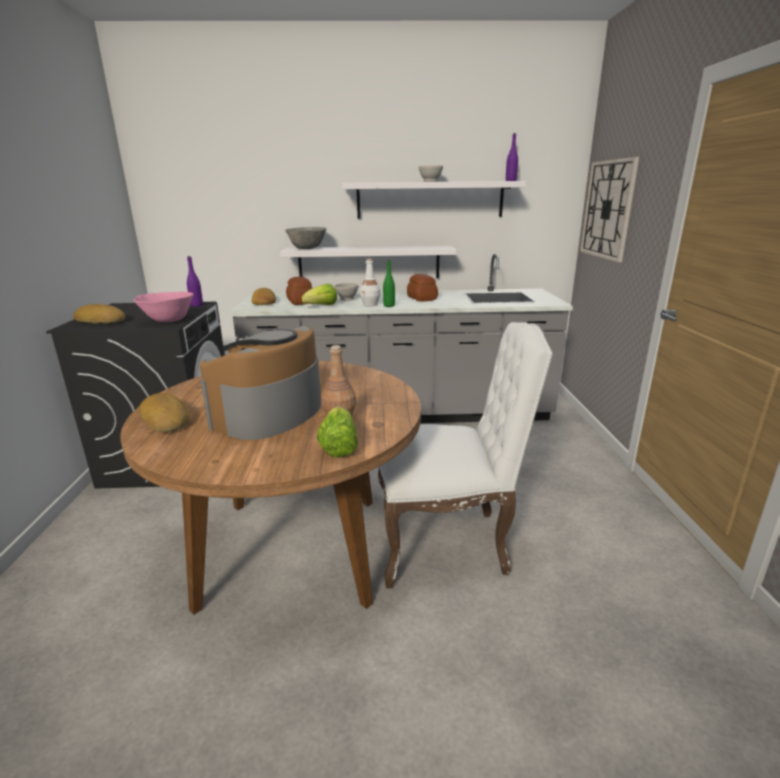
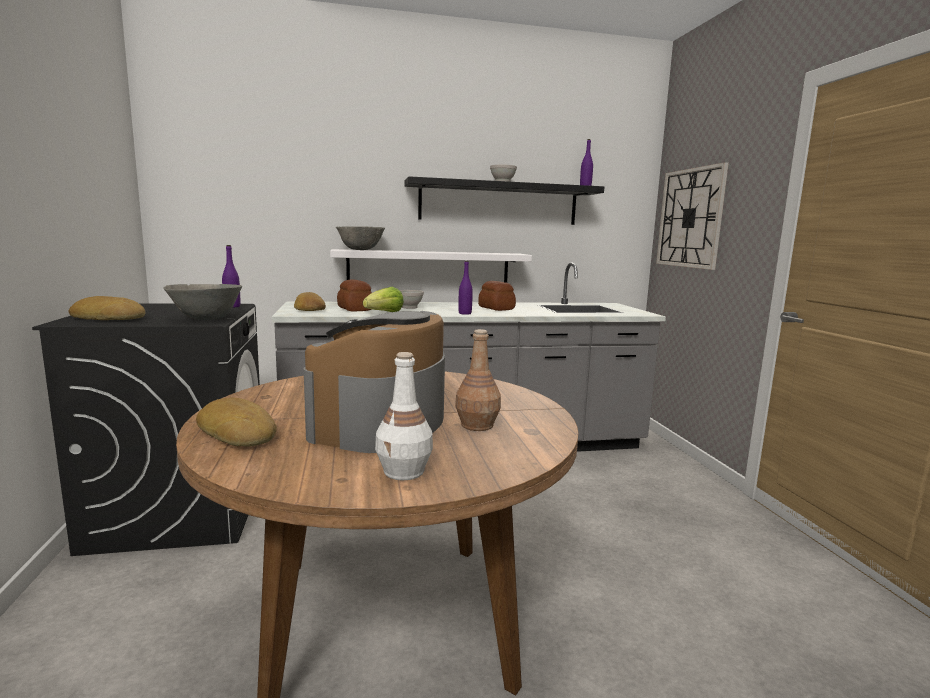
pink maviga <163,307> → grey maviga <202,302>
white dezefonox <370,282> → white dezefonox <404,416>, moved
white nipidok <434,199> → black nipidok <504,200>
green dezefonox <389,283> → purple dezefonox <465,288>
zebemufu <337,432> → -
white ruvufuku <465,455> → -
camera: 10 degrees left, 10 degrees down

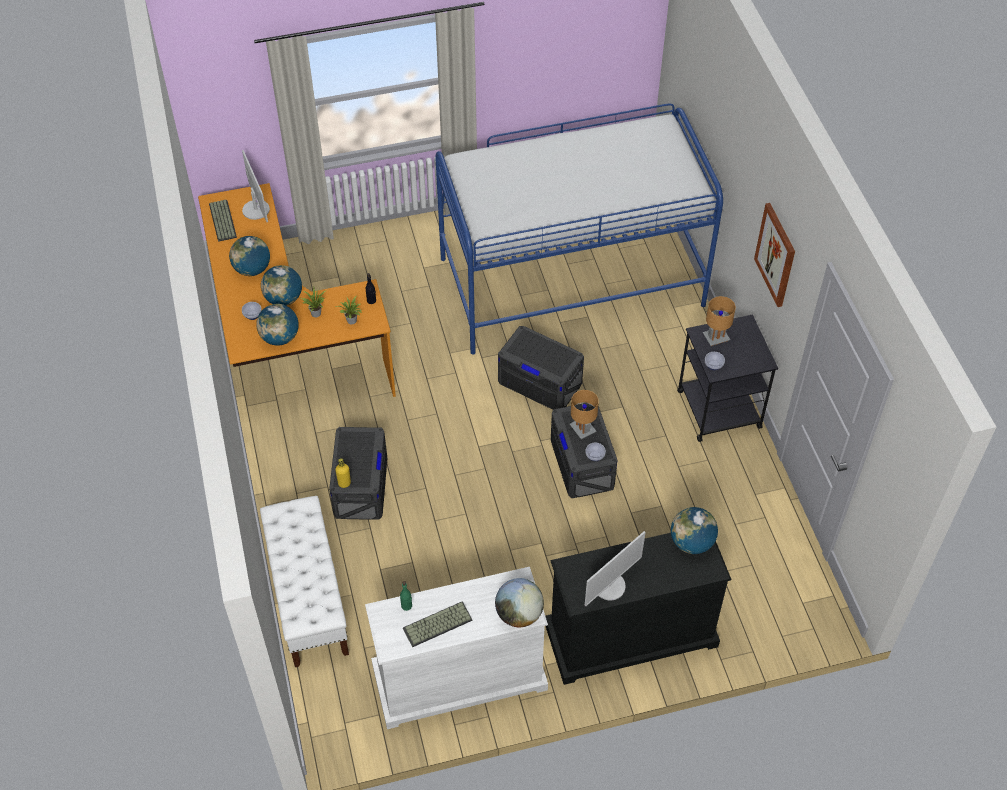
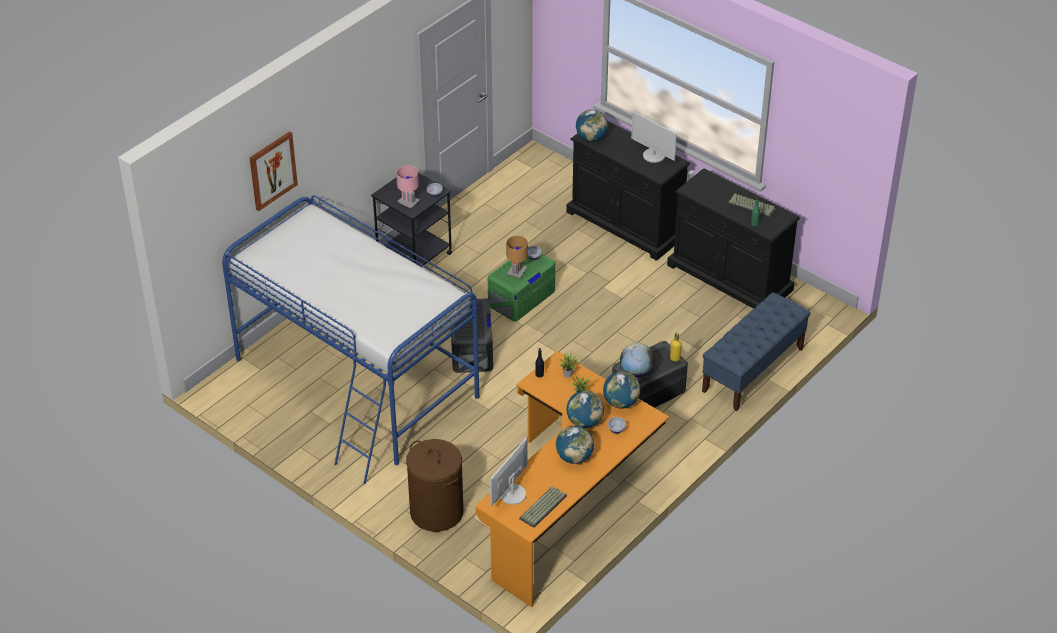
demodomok <774,255> → demodomok <273,171>, moved
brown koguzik <719,321> → pink koguzik <408,186>
- → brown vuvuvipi <434,485>
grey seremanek <584,450> → green seremanek <521,288>
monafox <519,602> → monafox <637,360>, moved
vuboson <615,568> → vuboson <654,137>, 150 degrees counterclockwise
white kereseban <456,648> → black kereseban <733,239>
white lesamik <304,581> → blue lesamik <756,351>
camera: 125 degrees left, 10 degrees down

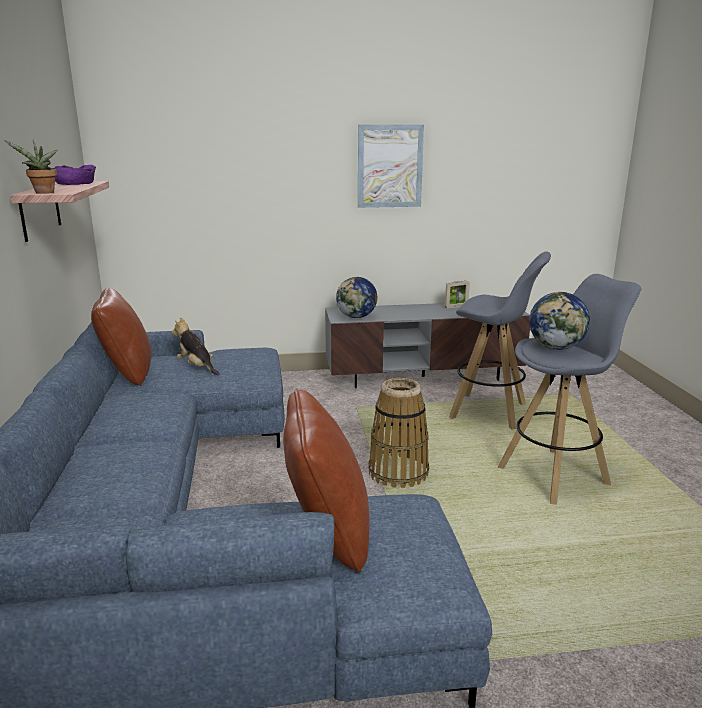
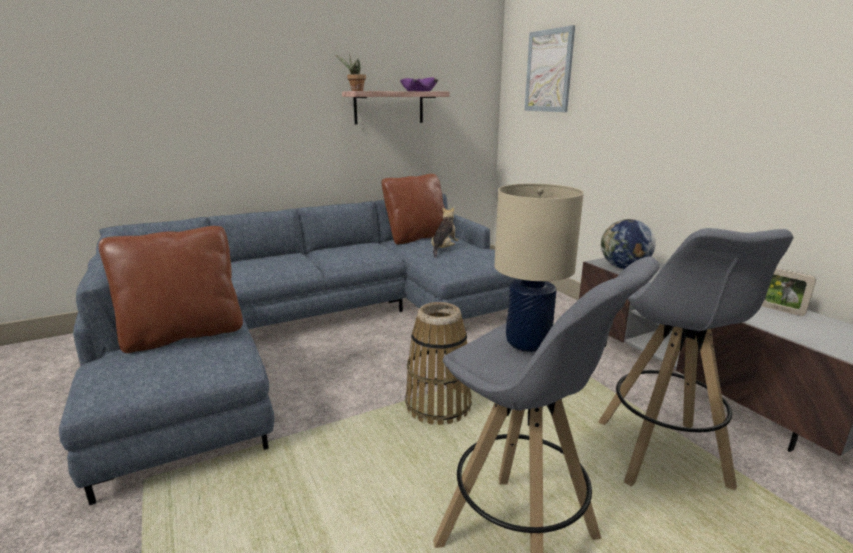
monafox <559,321> → beige koguzik <539,268>
demodomok <391,166> → demodomok <549,68>, moved
camera: 70 degrees right, 0 degrees up

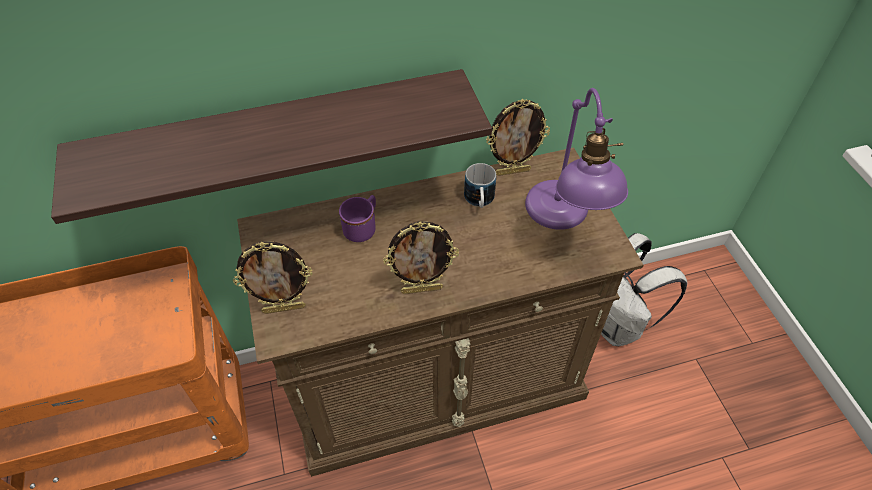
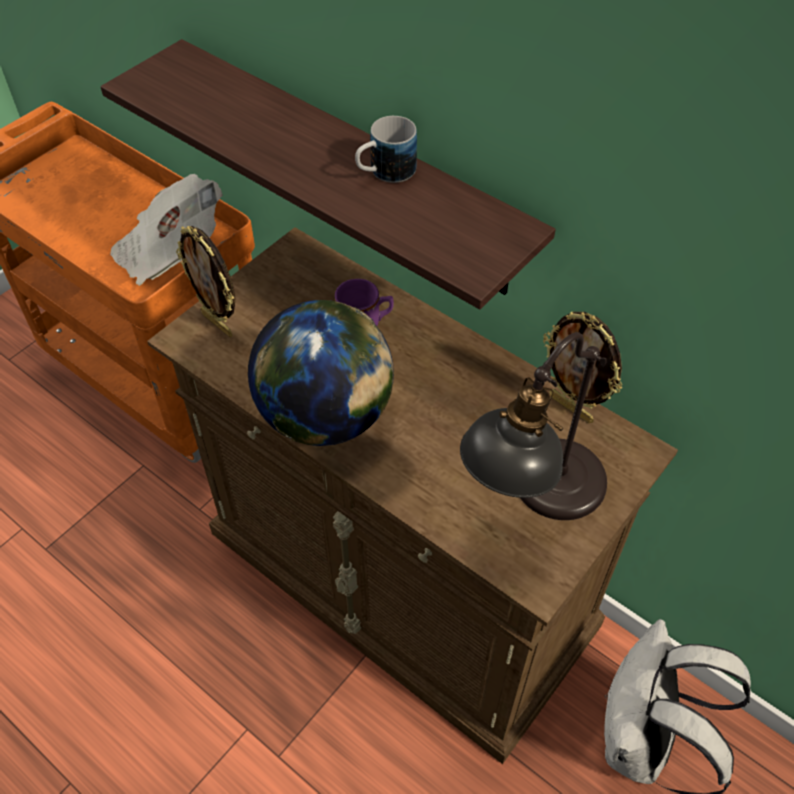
- → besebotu <166,230>
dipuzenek <421,257> → monafox <321,373>
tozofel <480,185> → tozofel <386,149>, moved
purple koguzik <576,159> → grey koguzik <533,426>
camera: 55 degrees right, 0 degrees up

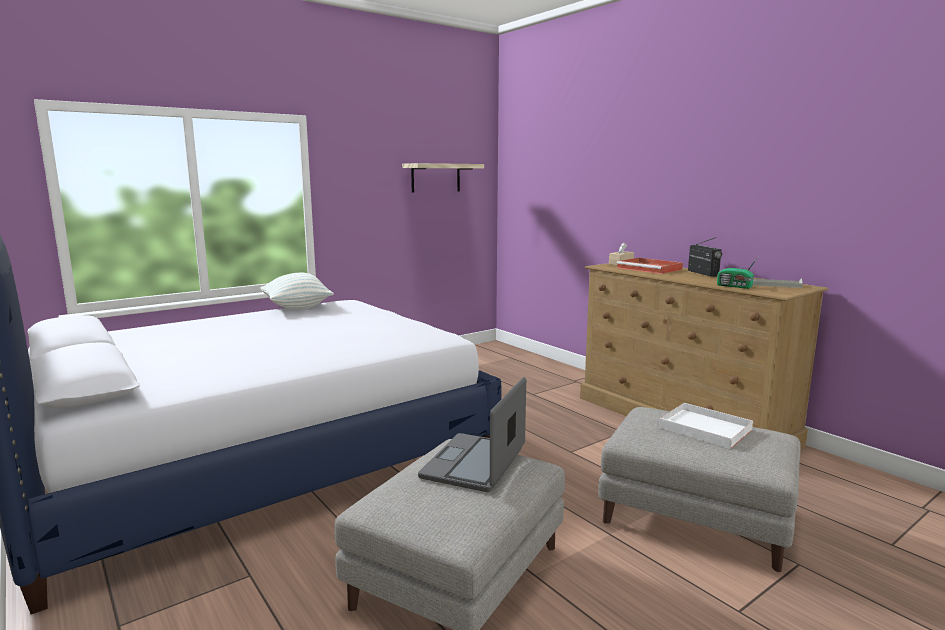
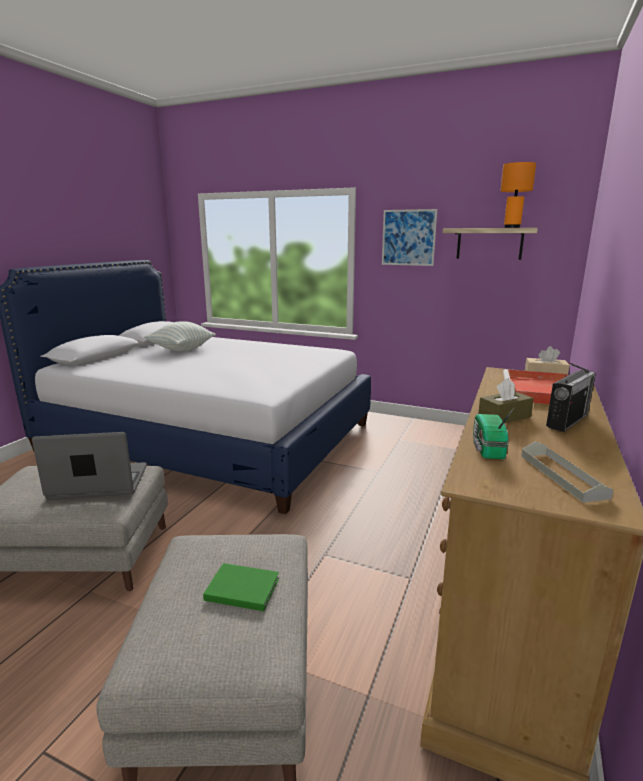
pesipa <297,291> → pesipa <180,336>, moved
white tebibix <706,426> → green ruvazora <241,587>
- → demodomok <409,237>
- → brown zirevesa <506,400>
- → orange koguzik <518,195>
camera: 60 degrees right, 5 degrees up

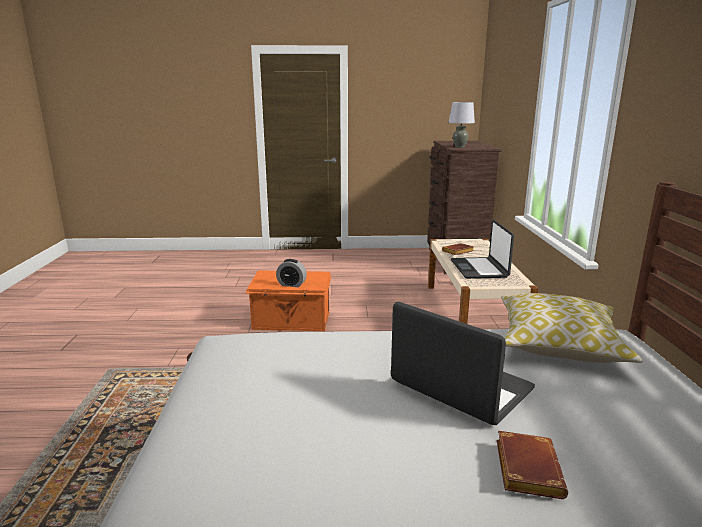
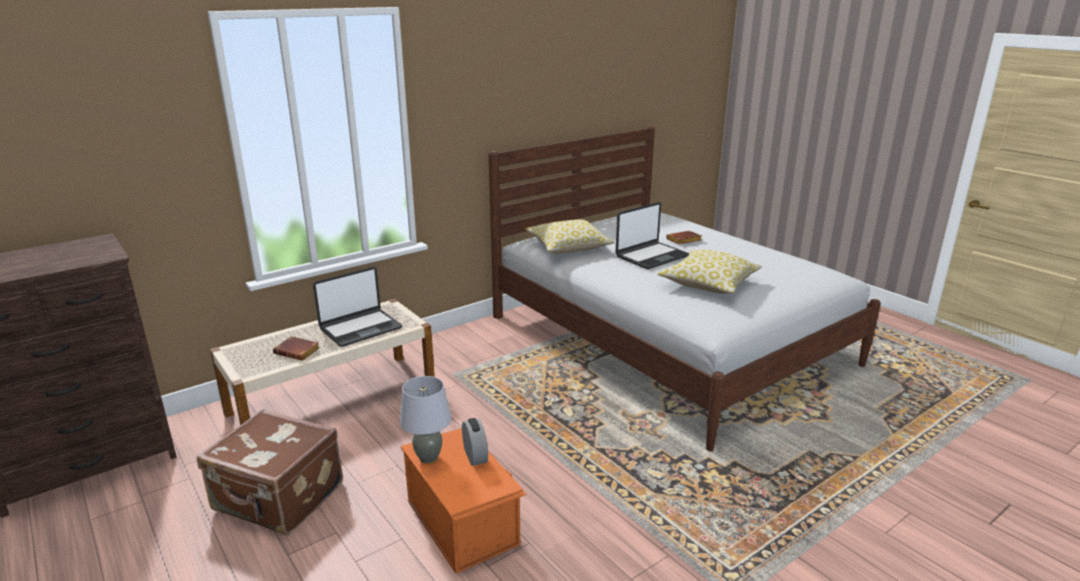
- → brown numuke <270,472>
grey koguzik <461,124> → grey koguzik <425,419>, moved
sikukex <463,363> → sikukex <652,235>, 135 degrees counterclockwise
- → pesipa <709,272>
camera: 125 degrees left, 5 degrees up

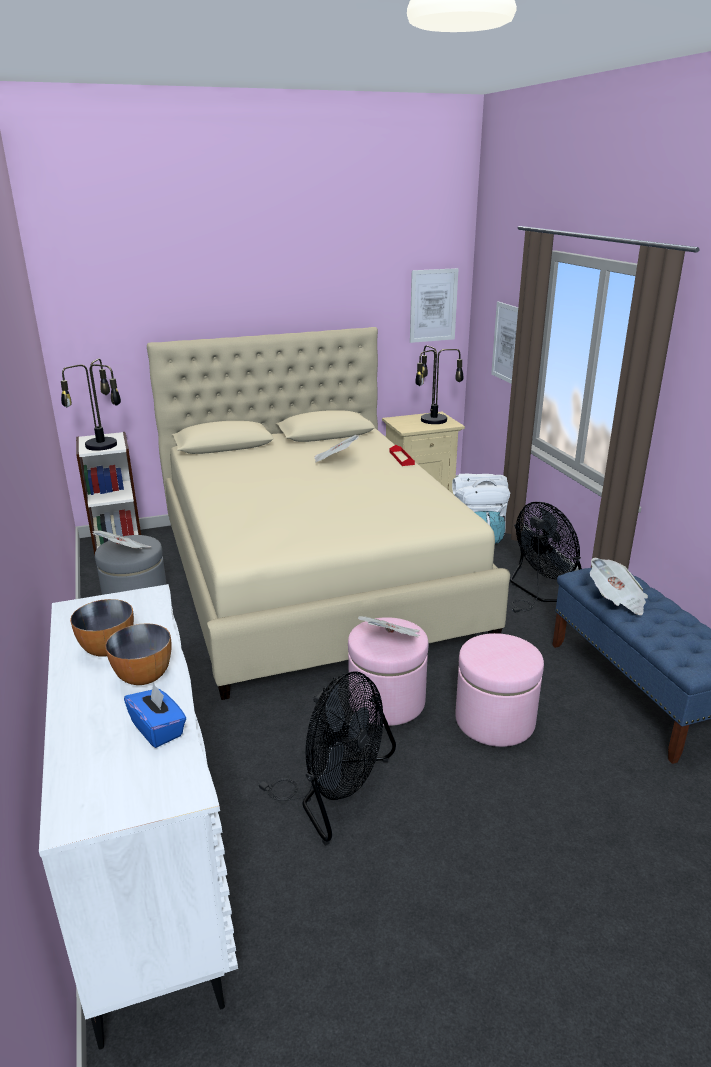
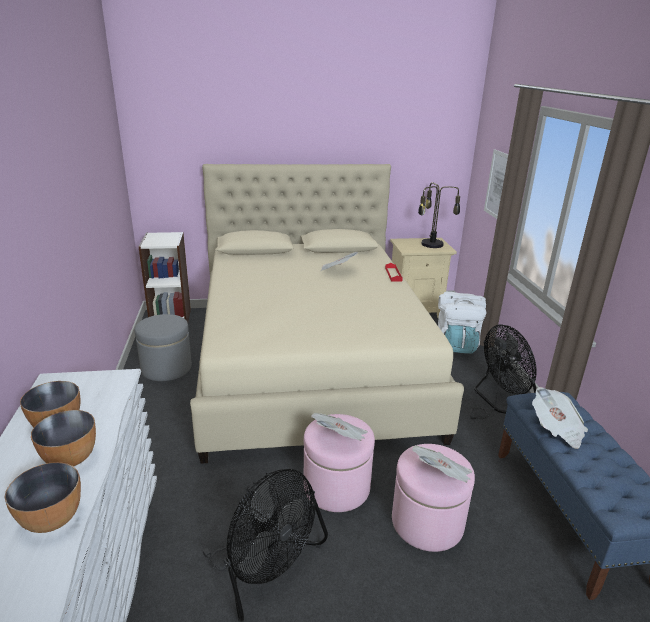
blue zirevesa <155,715> → maviga <42,497>
besebotu <121,539> → besebotu <442,464>, moved
koguzik <91,404> → -
demodomok <434,305> → -
camera: 10 degrees right, 0 degrees up

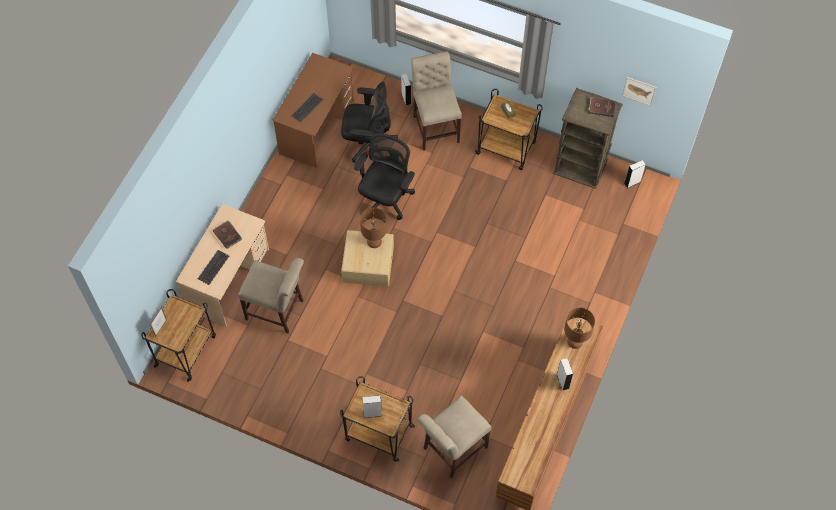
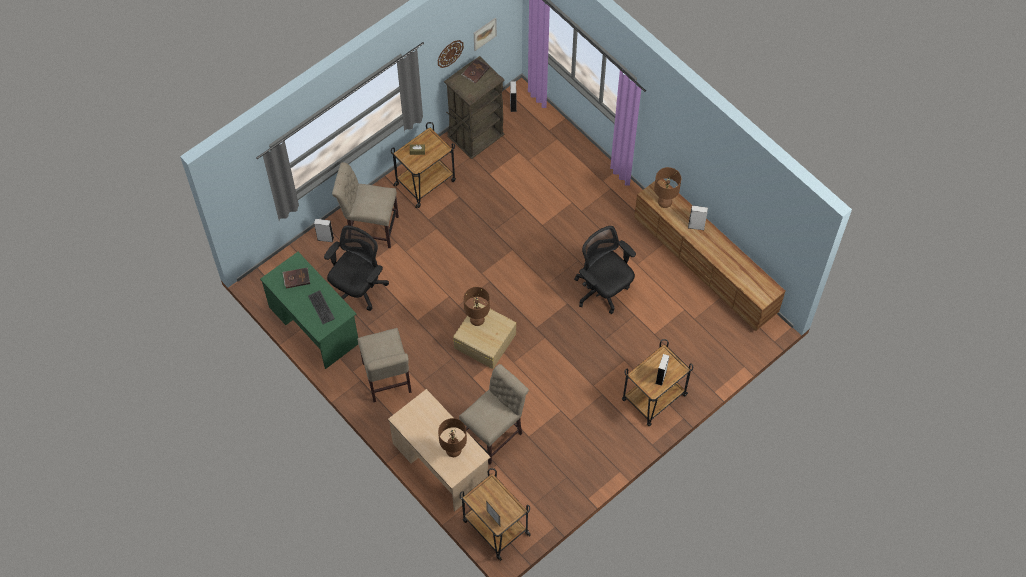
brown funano <313,110> → green funano <309,310>
brown ruvazora <227,234> → brown ruvazora <296,278>, moved
beige ruvufuku <454,436> → beige ruvufuku <384,365>, moved
- → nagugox <451,54>
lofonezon <213,267> → brown koguzik <452,437>
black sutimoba <384,176> → black sutimoba <605,270>, moved
camera: 65 degrees left, 0 degrees up

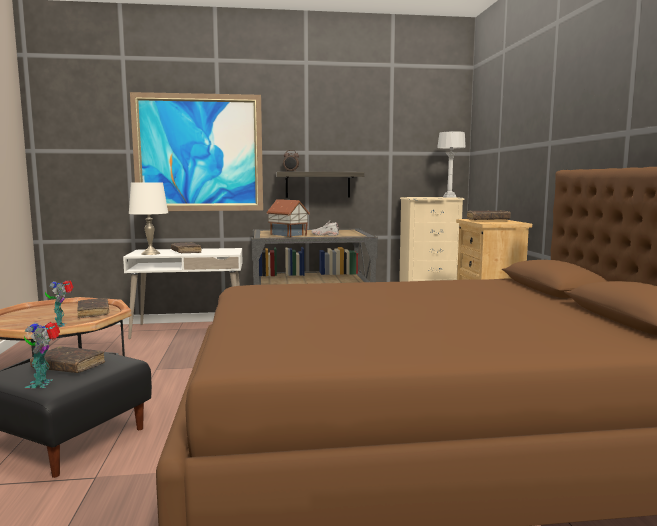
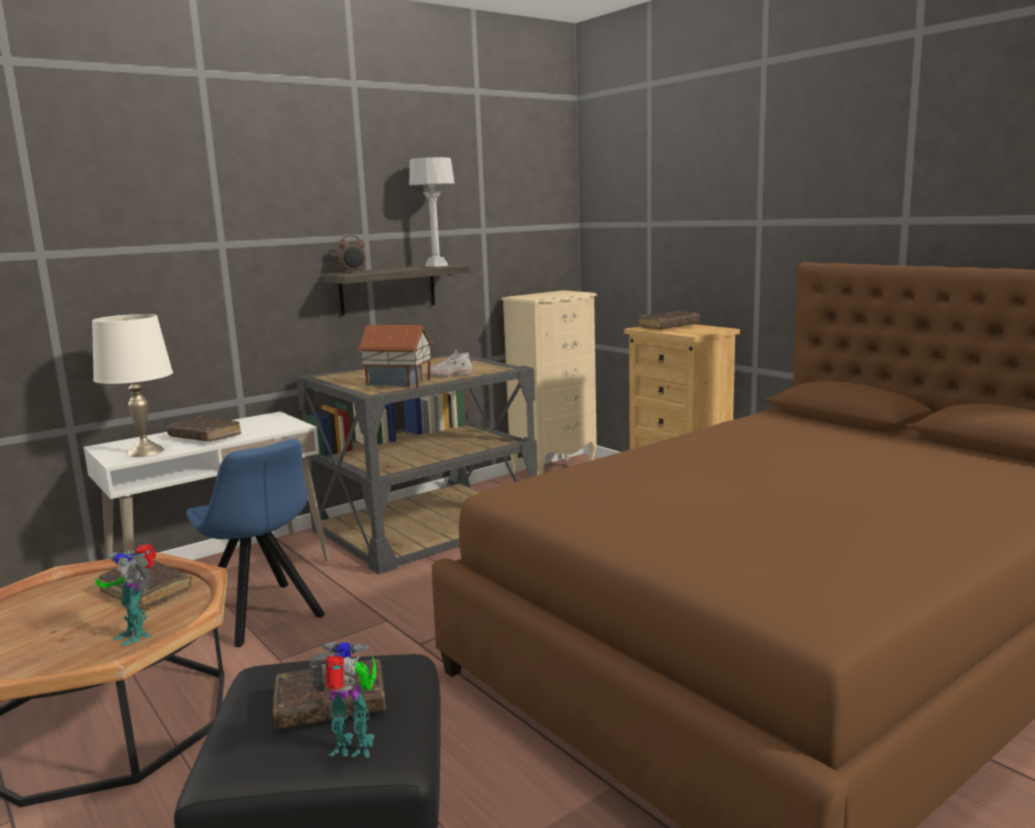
- → blue ruvufuku <255,543>
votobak <42,355> → votobak <343,699>, 135 degrees clockwise
grey koguzik <451,164> → grey koguzik <431,212>, moved
demodomok <196,151> → -
camera: 30 degrees left, 5 degrees up

